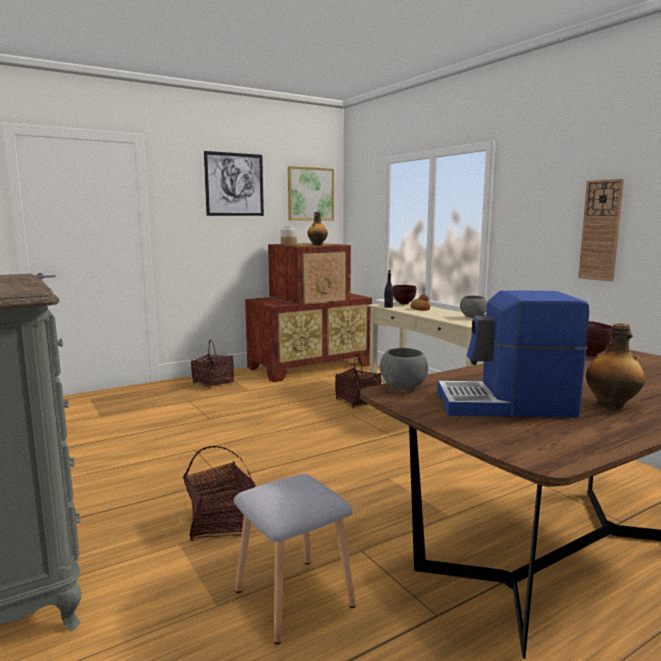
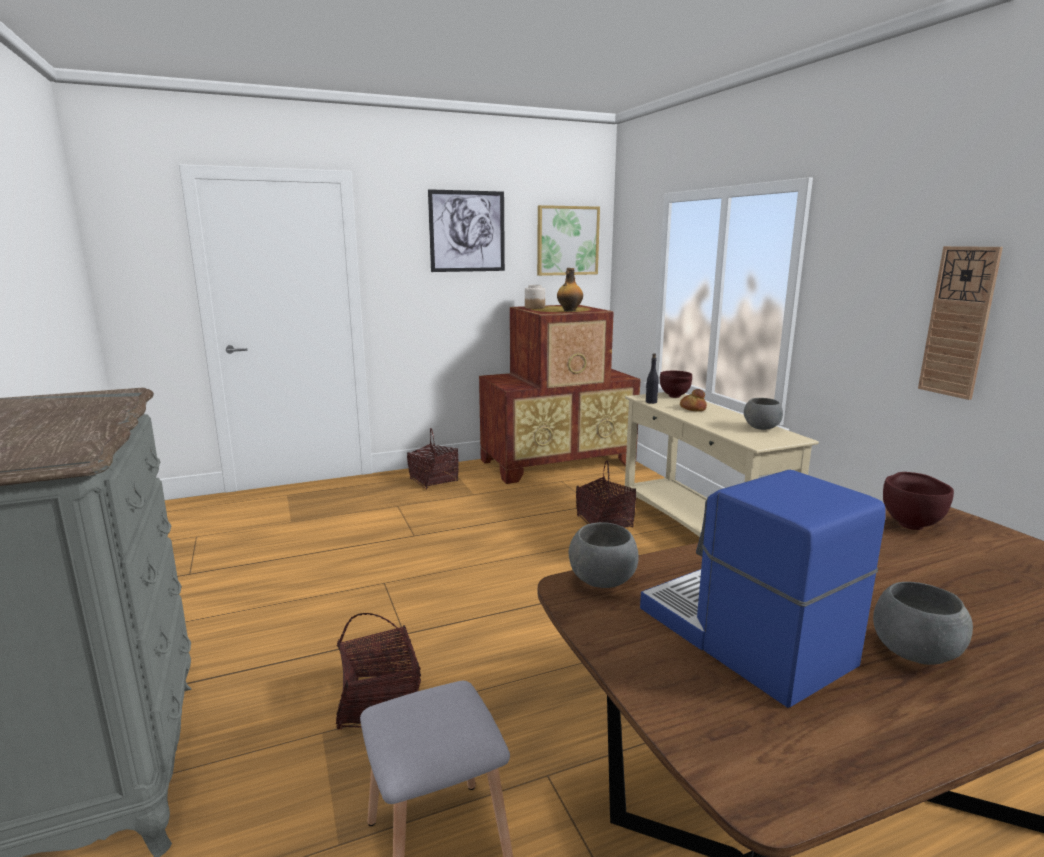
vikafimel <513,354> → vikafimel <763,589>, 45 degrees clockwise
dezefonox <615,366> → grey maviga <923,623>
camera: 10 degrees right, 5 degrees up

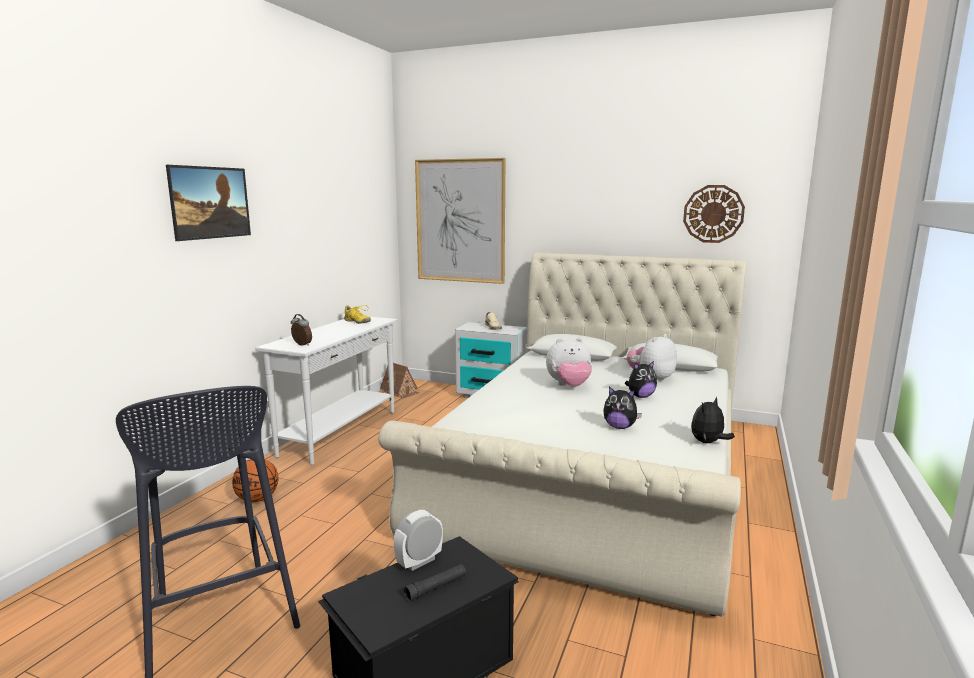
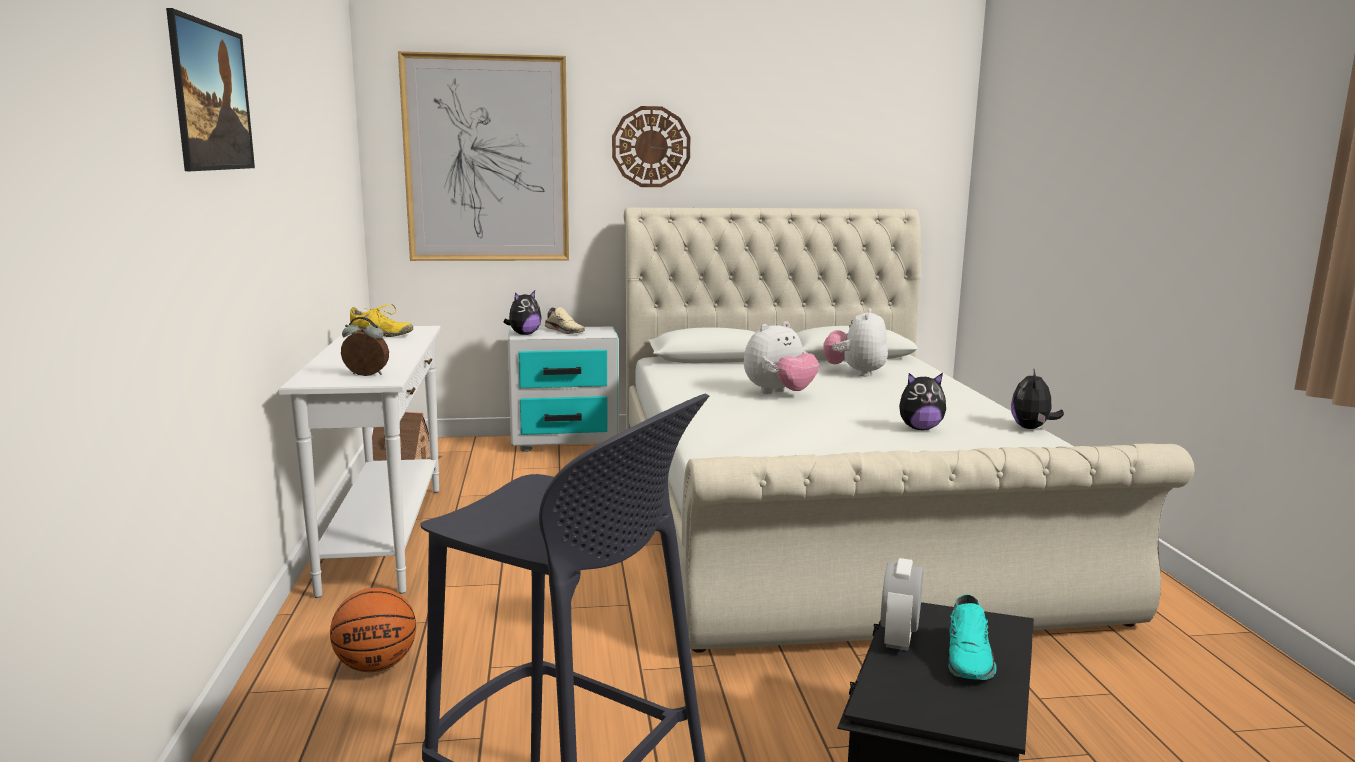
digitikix <641,379> → digitikix <523,312>, moved
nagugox <714,214> → nagugox <651,146>, moved
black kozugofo <435,583> → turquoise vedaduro <972,637>
camera: 30 degrees left, 0 degrees up

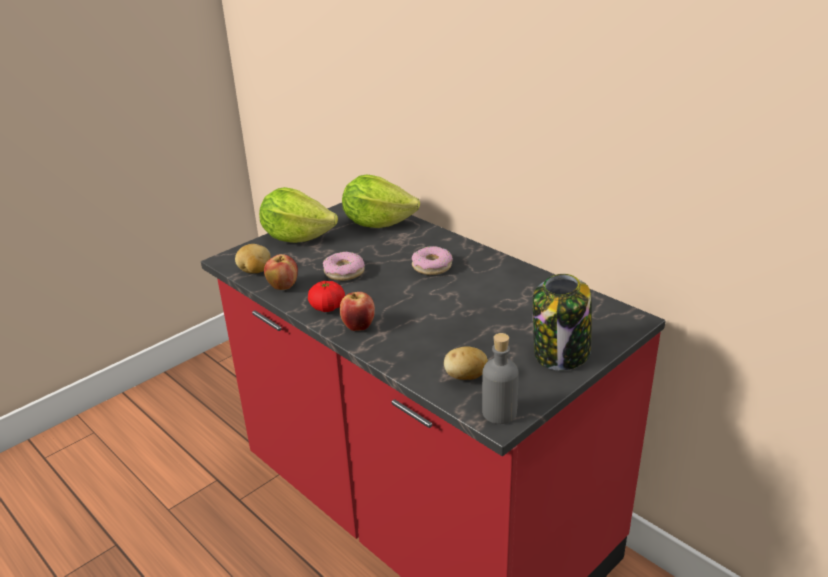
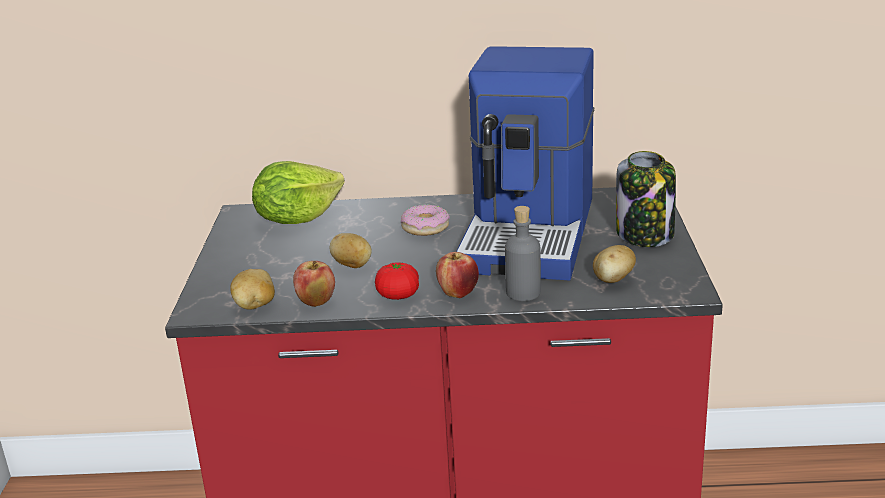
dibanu <344,266> → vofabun <351,250>
- → vikafimel <525,163>
grey dezefonox <500,378> → grey dezefonox <523,253>, moved
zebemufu <298,215> → -
camera: 45 degrees left, 5 degrees down

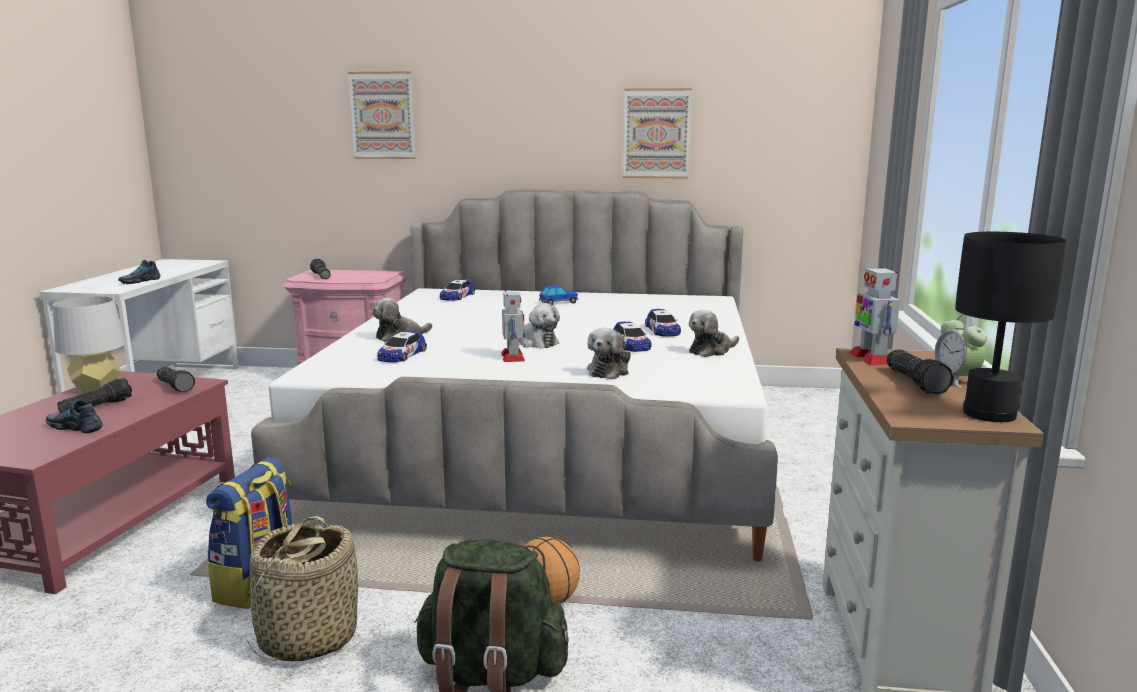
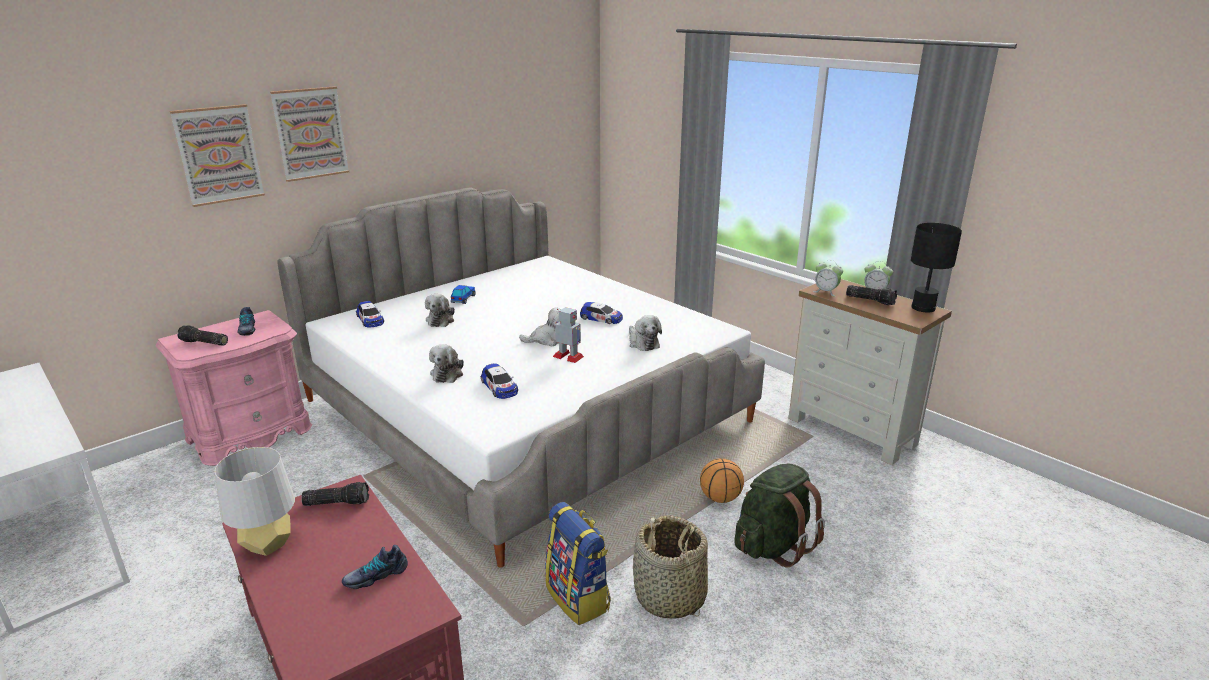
vedaduro <139,272> → vedaduro <246,321>, moved
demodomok <657,133> → demodomok <309,134>, moved
digitikix <714,333> → digitikix <440,310>, moved
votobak <874,316> → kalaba <828,278>
kozugofo <94,395> → -
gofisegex <663,323> → -
camera: 50 degrees left, 10 degrees up

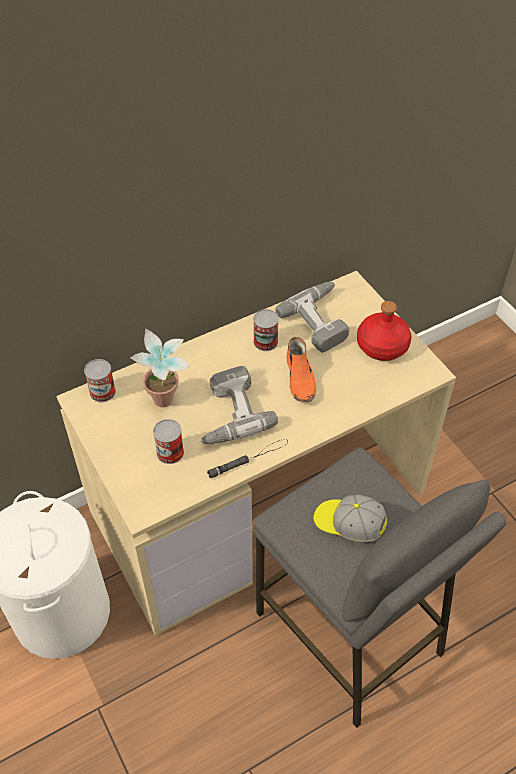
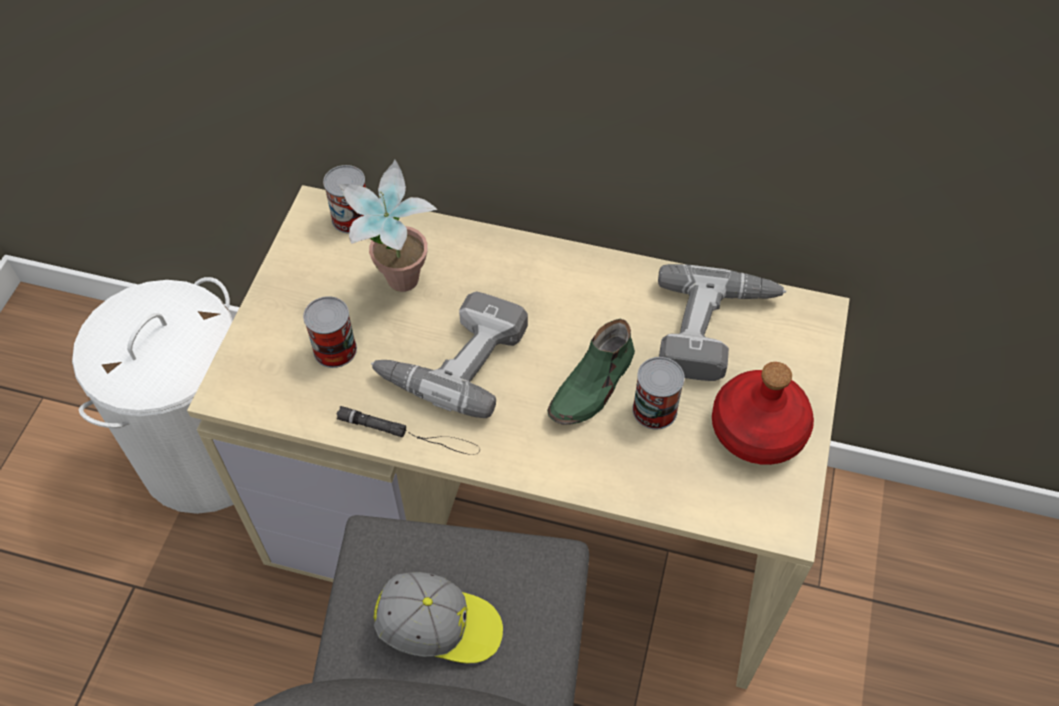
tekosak <350,518> → tekosak <438,617>, 120 degrees clockwise
orange vedaduro <301,370> → green vedaduro <591,372>
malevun <266,330> → malevun <658,393>, moved
camera: 45 degrees right, 5 degrees up

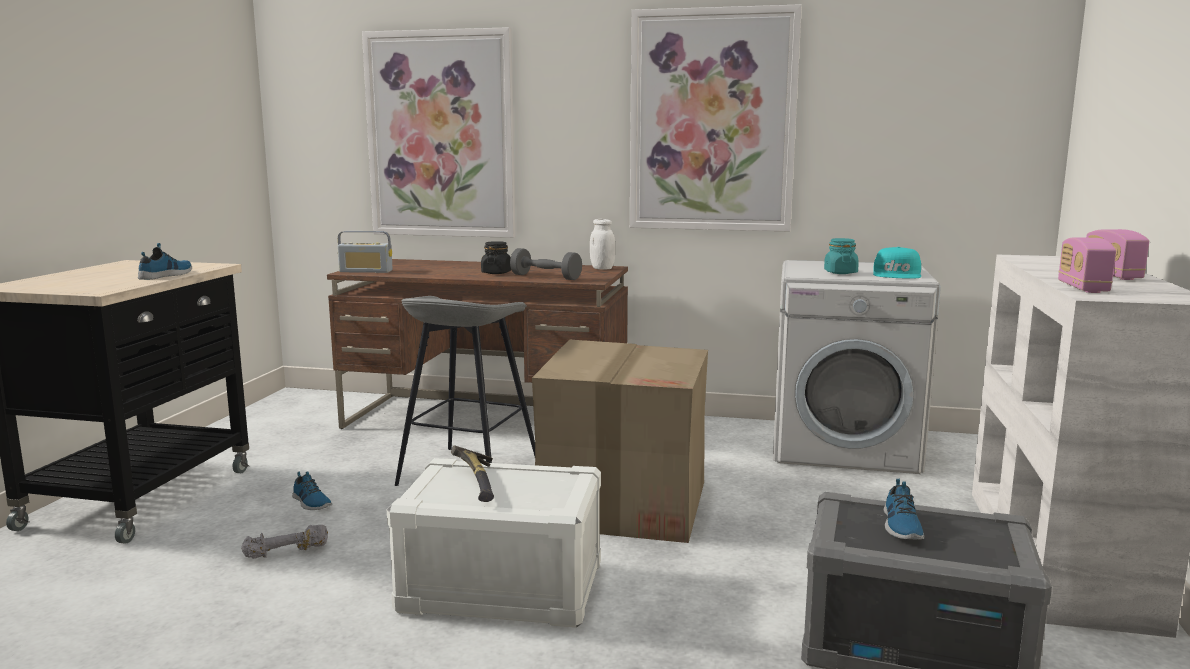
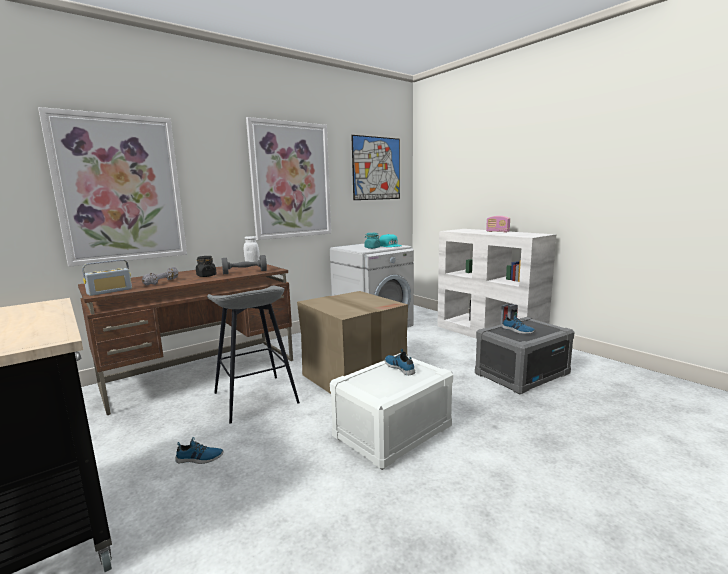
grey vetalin <284,542> → grey vetalin <160,276>, moved
- → demodomok <375,167>
vedaduro <165,261> → vedaduro <400,362>, moved
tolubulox <472,473> → -
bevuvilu <1087,265> → -
camera: 50 degrees left, 0 degrees up

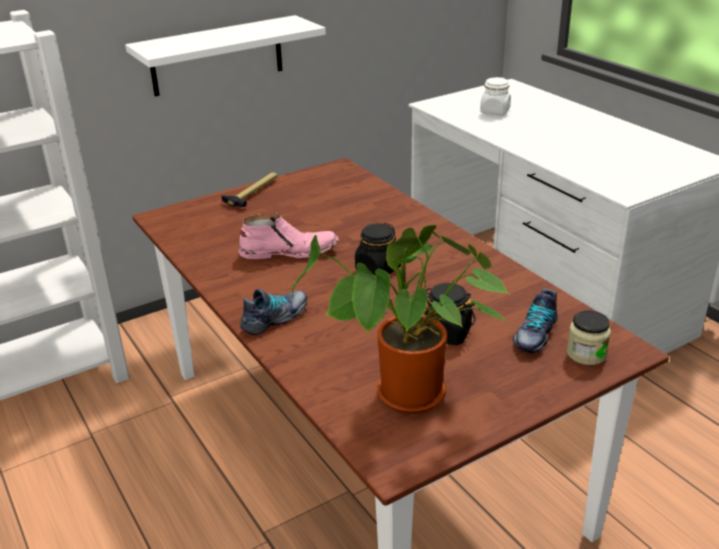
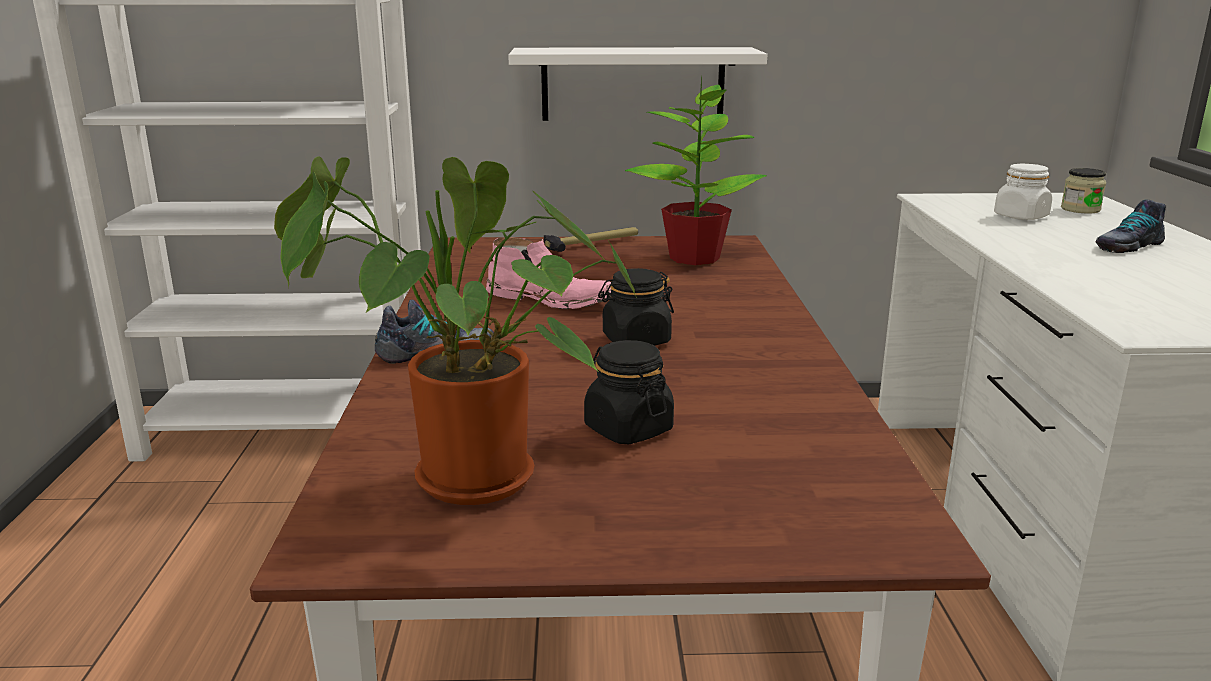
- → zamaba <696,170>
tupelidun <589,338> → tupelidun <1083,191>, moved
vedaduro <535,321> → vedaduro <1131,226>, moved
camera: 30 degrees right, 10 degrees down

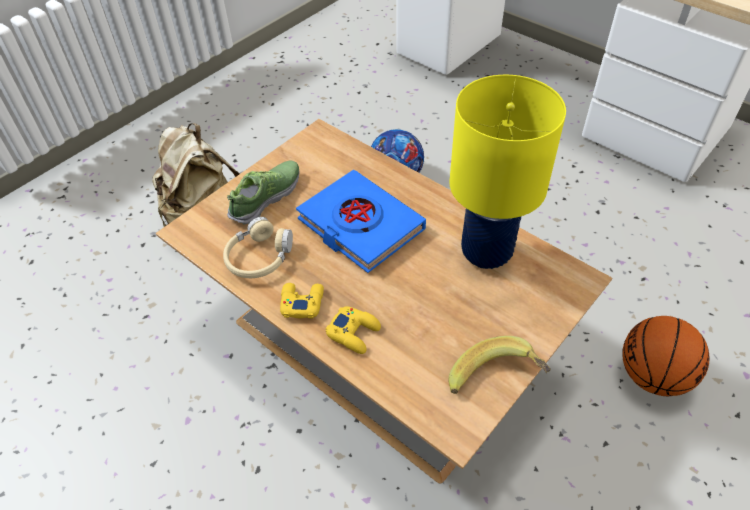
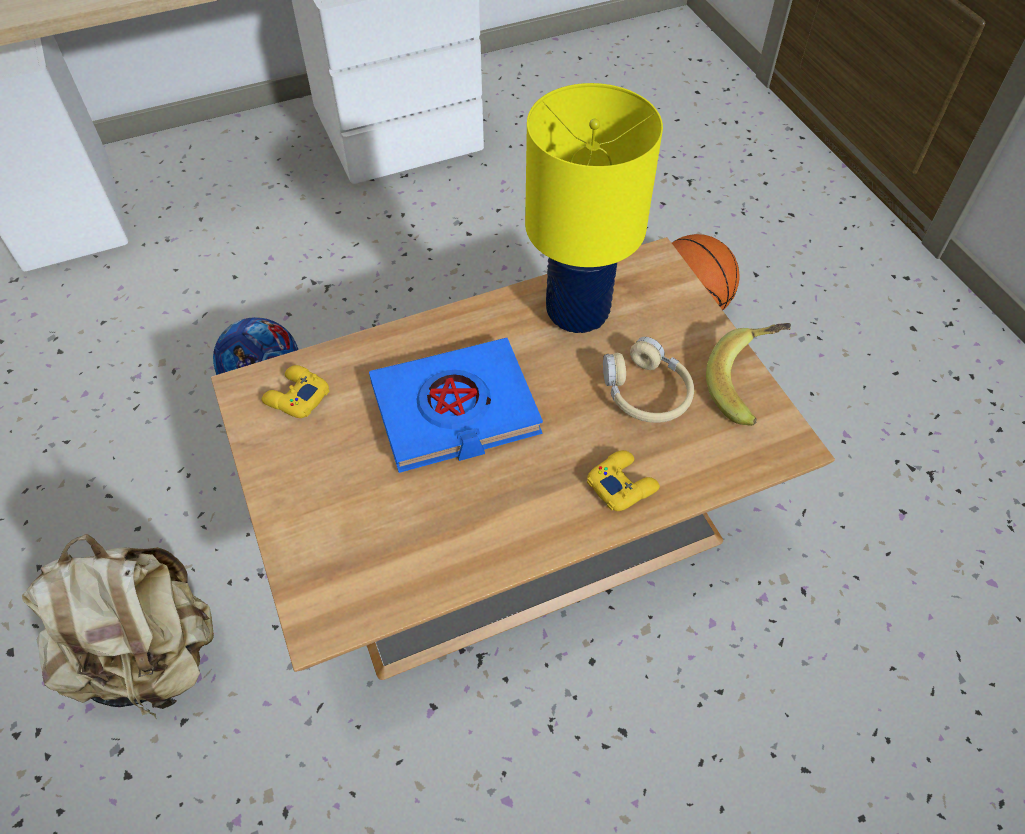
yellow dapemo <302,301> → yellow dapemo <295,391>, moved
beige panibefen <258,247> → beige panibefen <648,380>, moved
vedaduro <263,192> → -
camera: 65 degrees left, 5 degrees up

